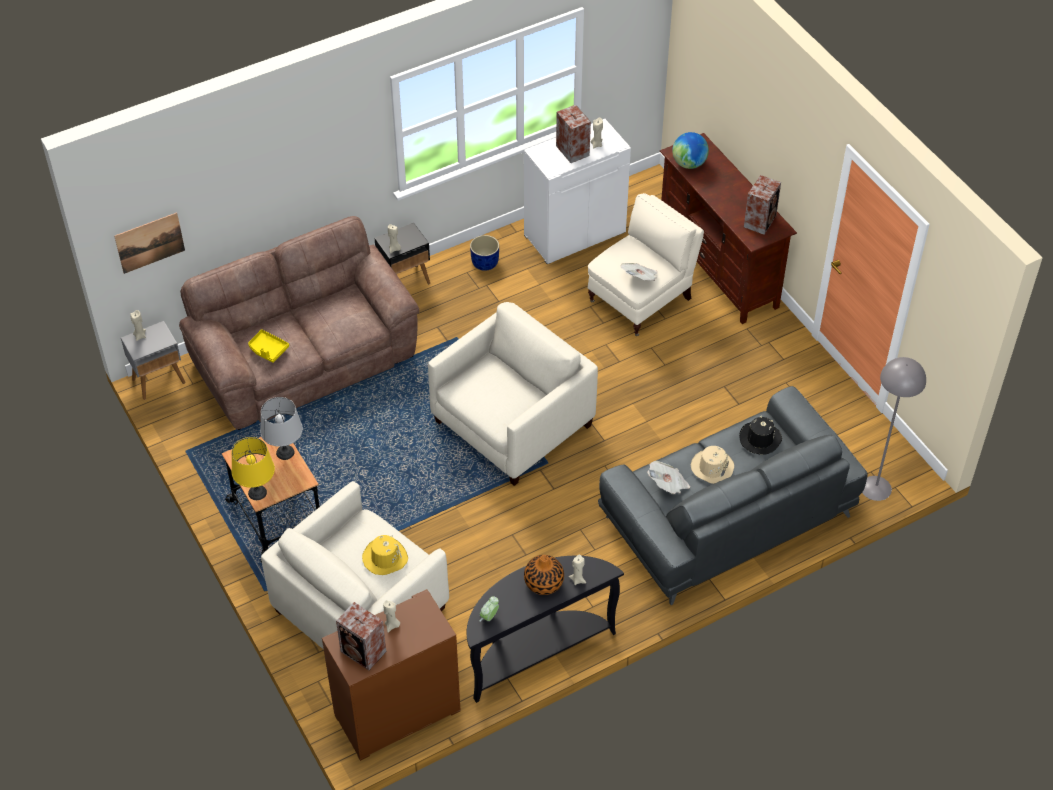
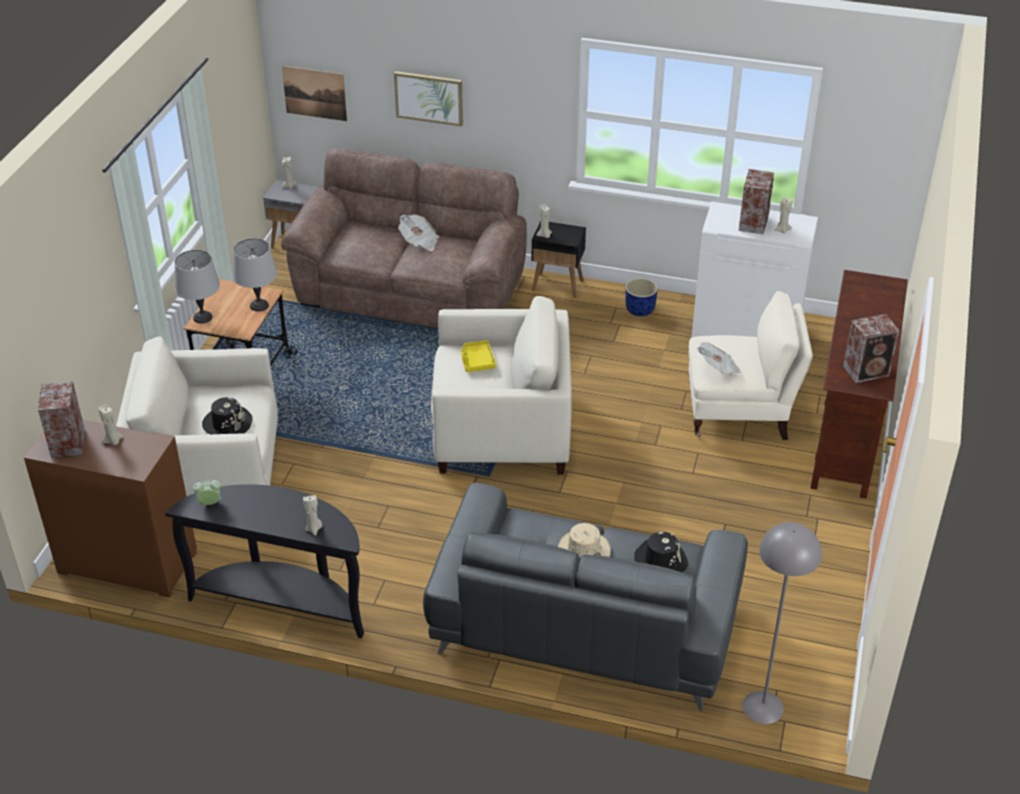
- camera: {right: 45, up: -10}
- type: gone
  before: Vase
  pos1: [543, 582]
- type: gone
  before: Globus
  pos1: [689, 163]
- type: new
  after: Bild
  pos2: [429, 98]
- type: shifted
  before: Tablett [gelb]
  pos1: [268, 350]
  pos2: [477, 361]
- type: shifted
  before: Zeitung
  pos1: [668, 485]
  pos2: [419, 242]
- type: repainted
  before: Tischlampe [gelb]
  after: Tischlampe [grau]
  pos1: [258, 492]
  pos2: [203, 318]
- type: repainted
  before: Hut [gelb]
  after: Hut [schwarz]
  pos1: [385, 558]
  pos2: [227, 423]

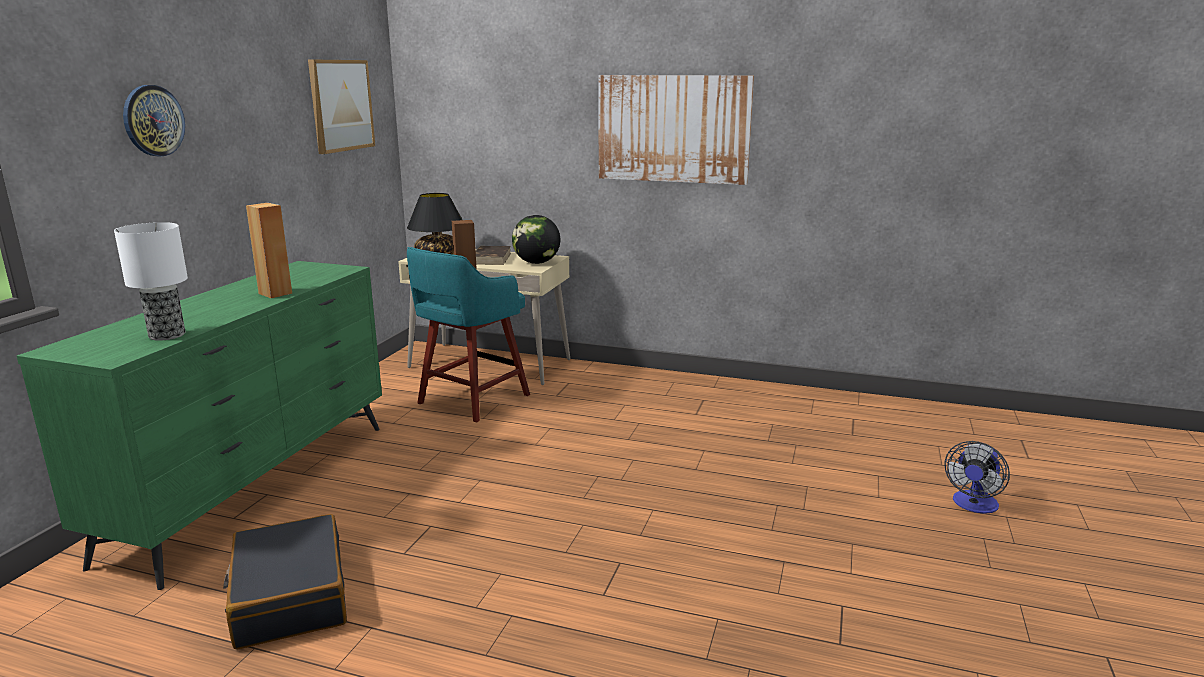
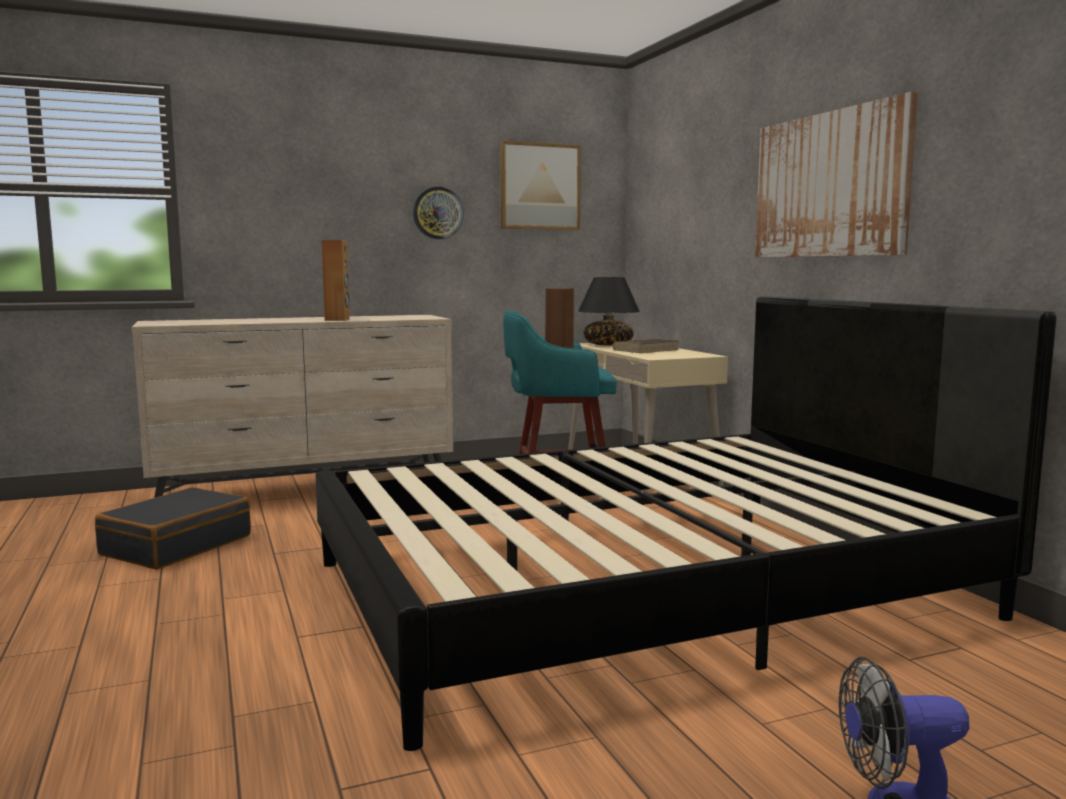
- camera: {right: 50, up: -10}
- type: gone
  before: Tischlampe
  pos1: [167, 335]
- type: gone
  before: Globus
  pos1: [536, 263]
- type: new
  after: Bett [schwarz]
  pos2: [643, 590]
- type: shifted
  before: Wanduhr
  pos1: [153, 120]
  pos2: [438, 213]
- type: repainted
  before: Kommode [grün]
  after: Kommode [beige]
  pos1: [257, 488]
  pos2: [306, 491]

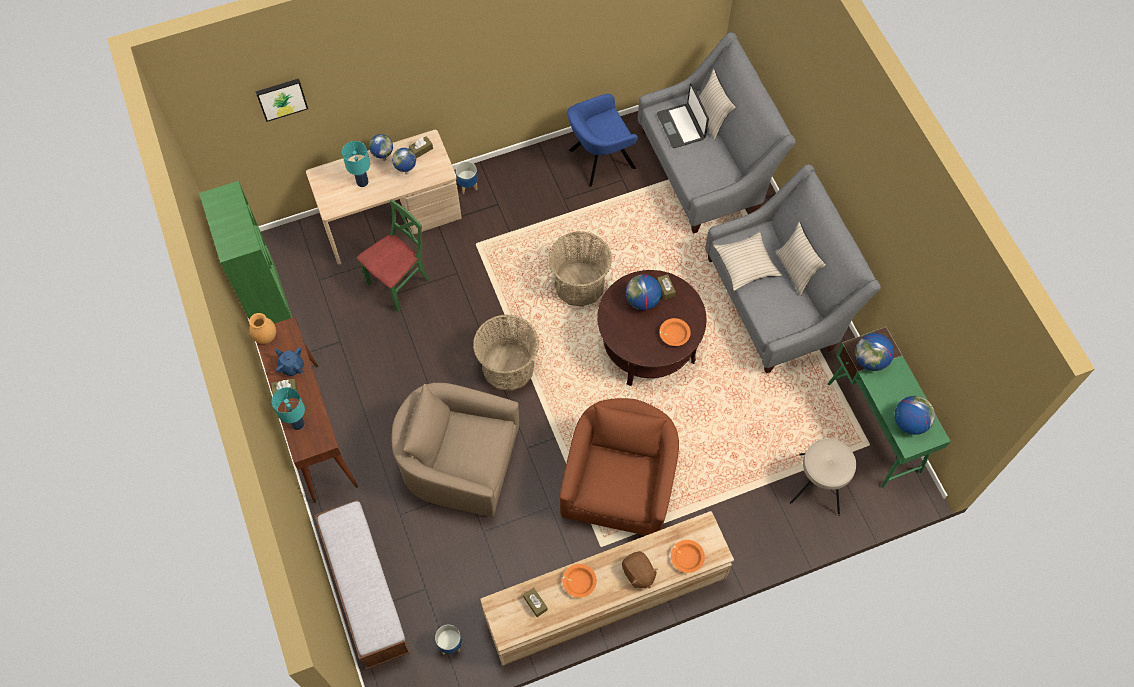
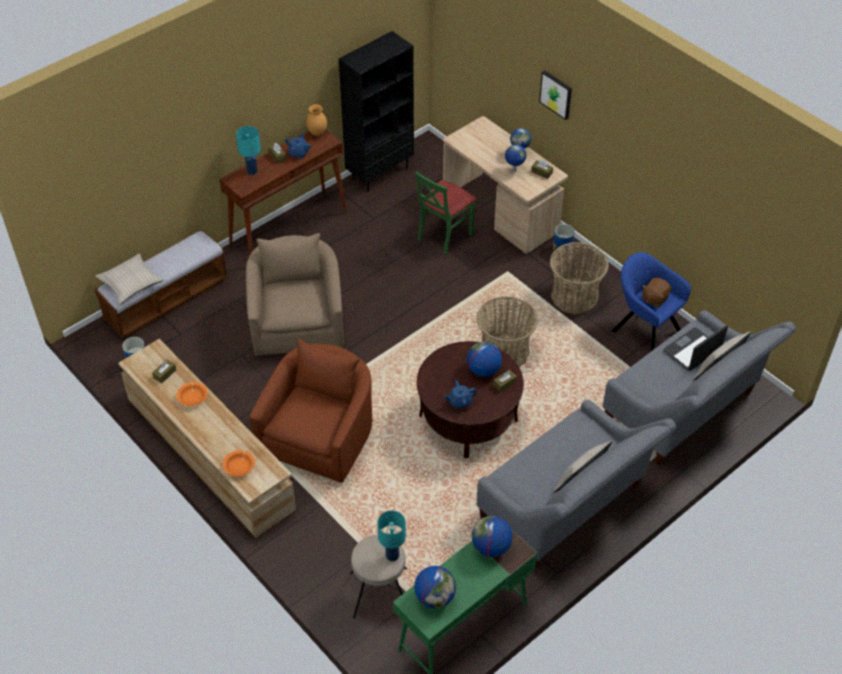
- camera: {right: 70, up: -15}
- type: shifted
  before: Bild
  pos1: [281, 98]
  pos2: [556, 94]
- type: shifted
  before: Tischlampe [türkis]
  pos1: [362, 182]
  pos2: [392, 555]
- type: shifted
  before: Korb
  pos1: [508, 367]
  pos2: [574, 296]
- type: shifted
  before: Plüschtier [braun]
  pos1: [638, 573]
  pos2: [654, 298]
- type: shifted
  before: Kissen [beige]
  pos1: [746, 264]
  pos2: [131, 283]
- type: swapped
  before: Schüssel [orange]
  after: Teekanne [blau]
  pos1: [674, 334]
  pos2: [460, 402]
- type: repainted
  before: Bücherregal [grün]
  after: Bücherregal [schwarz]
  pos1: [271, 312]
  pos2: [380, 173]
- type: rotated
  before: Stuhl [grün]
  pos1: [399, 283]
  pos2: [444, 236]
  turn: 105
- type: rotated
  before: Sessel [braun]
  pos1: [620, 483]
  pos2: [320, 435]
  turn: -60

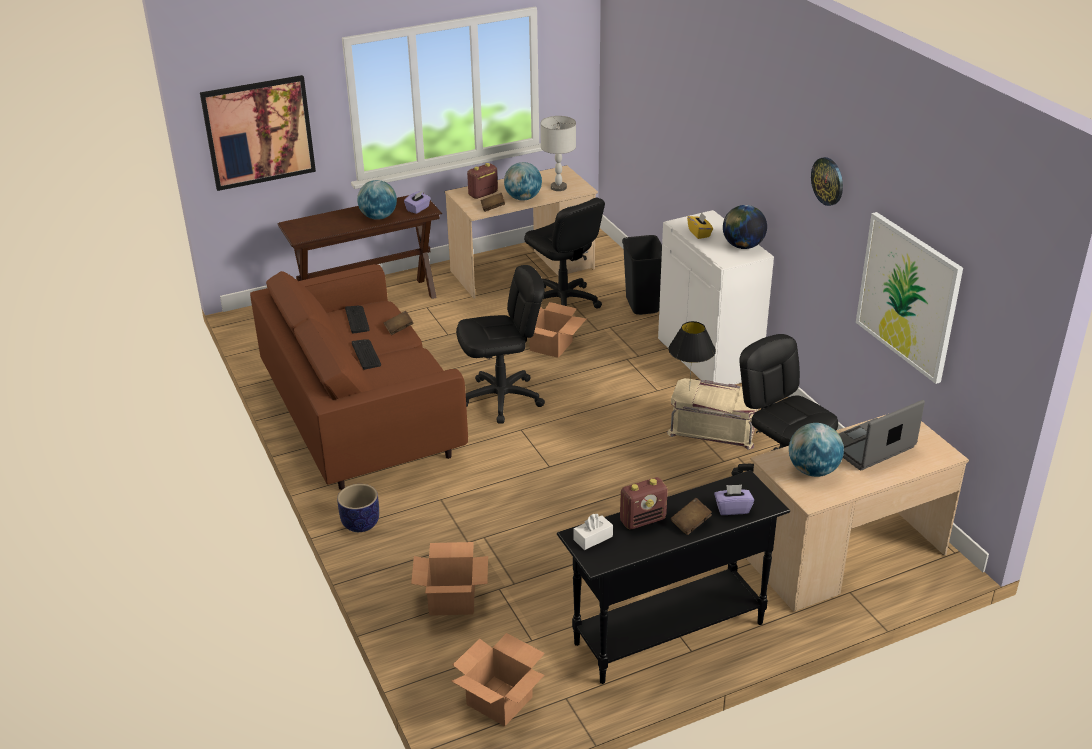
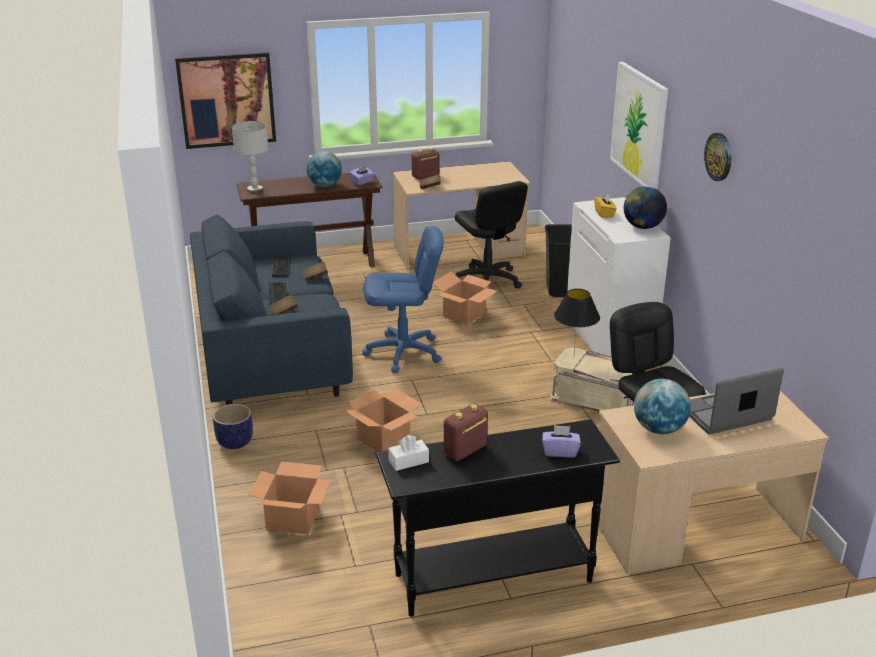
- camera: {right: 10, up: -5}
- type: gone
  before: Globus
  pos1: [523, 198]
- type: shifted
  before: Karton
  pos1: [498, 701]
  pos2: [382, 439]
- type: shifted
  before: Tischlampe [grau]
  pos1: [558, 187]
  pos2: [255, 190]
- type: shifted
  before: Buch [braun]
  pos1: [690, 523]
  pos2: [283, 312]
- type: shifted
  before: Bild
  pos1: [908, 296]
  pos2: [639, 126]
- type: repainted
  before: Sofa [braun]
  after: Sofa [blau]
  pos1: [363, 417]
  pos2: [272, 354]
- type: repainted
  before: Bürostuhl [schwarz]
  after: Bürostuhl [blau]
  pos1: [502, 399]
  pos2: [403, 352]
- type: rotated
  before: Radio
  pos1: [643, 520]
  pos2: [465, 451]
  turn: 150

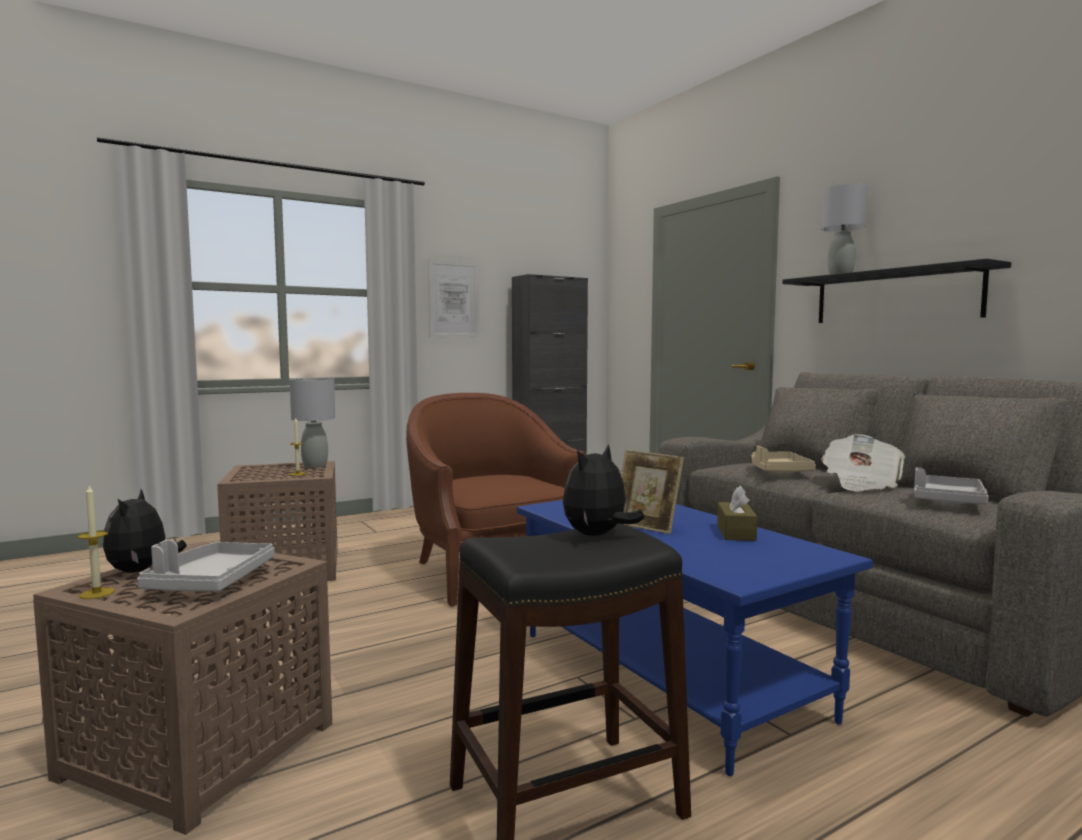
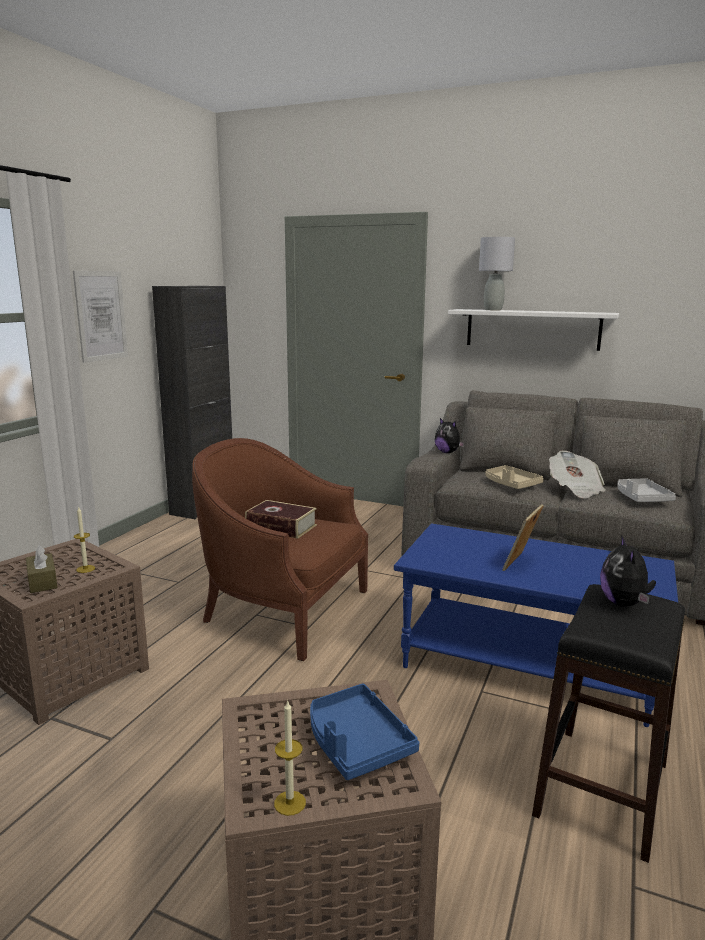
- camera: {right: -35, up: 10}
- type: gone
  before: Tischlampe [grau]
  pos1: [314, 466]
- type: new
  after: Buch
  pos2: [281, 527]
- type: shifted
  before: Plüschtier
  pos1: [141, 571]
  pos2: [447, 452]
- type: shifted
  before: Taschentuchbox [braun]
  pos1: [736, 532]
  pos2: [42, 581]
- type: repainted
  before: Tablett [grau]
  after: Tablett [blau]
  pos1: [210, 582]
  pos2: [356, 743]
- type: repainted
  before: Wandregal [schwarz]
  after: Wandregal [weiß]
  pos1: [895, 296]
  pos2: [532, 329]
- type: rotated
  before: Bilderrahmen
  pos1: [646, 526]
  pos2: [520, 564]
  turn: 120

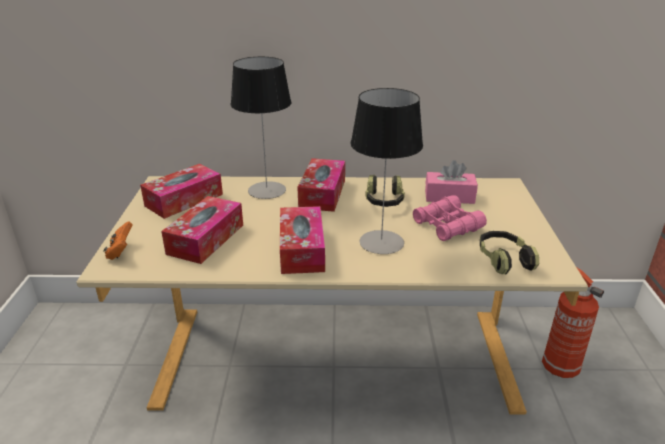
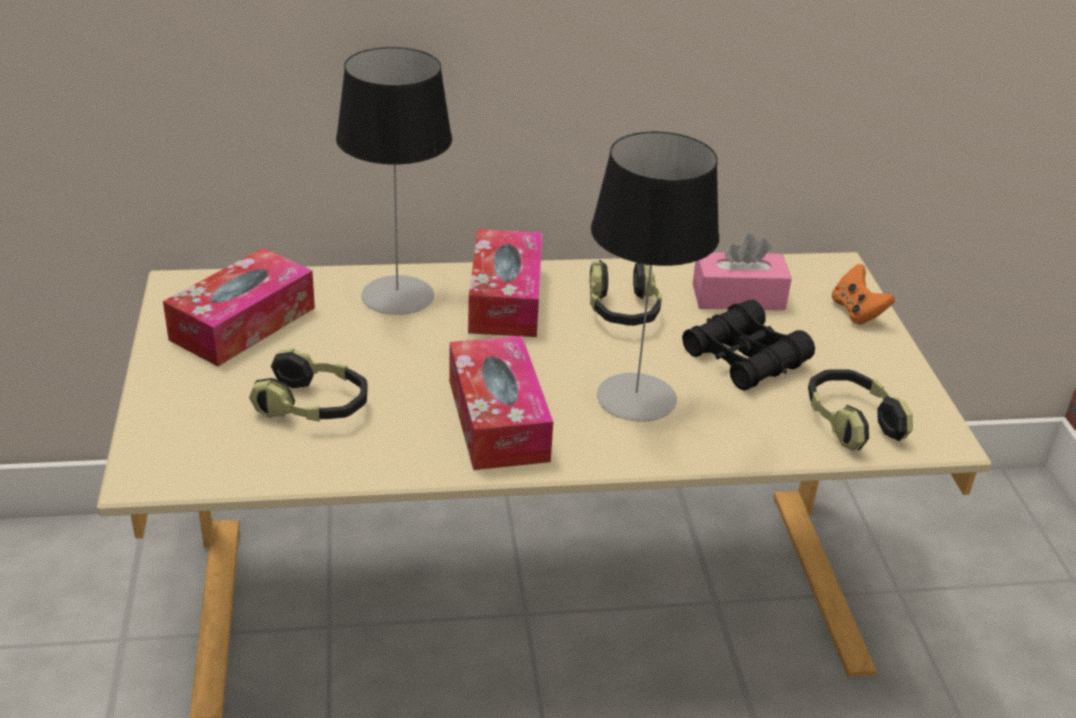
- camera: {right: -10, up: 5}
- type: gone
  before: Feuerlöscher
  pos1: [557, 366]
- type: shifted
  before: Gamepad [orange]
  pos1: [120, 251]
  pos2: [856, 312]
- type: swapped
  before: Taschentuchbox
  after: Kopfhörer
  pos1: [206, 239]
  pos2: [314, 406]
- type: repainted
  before: Fernglas [rosa]
  after: Fernglas [schwarz]
  pos1: [447, 226]
  pos2: [744, 358]

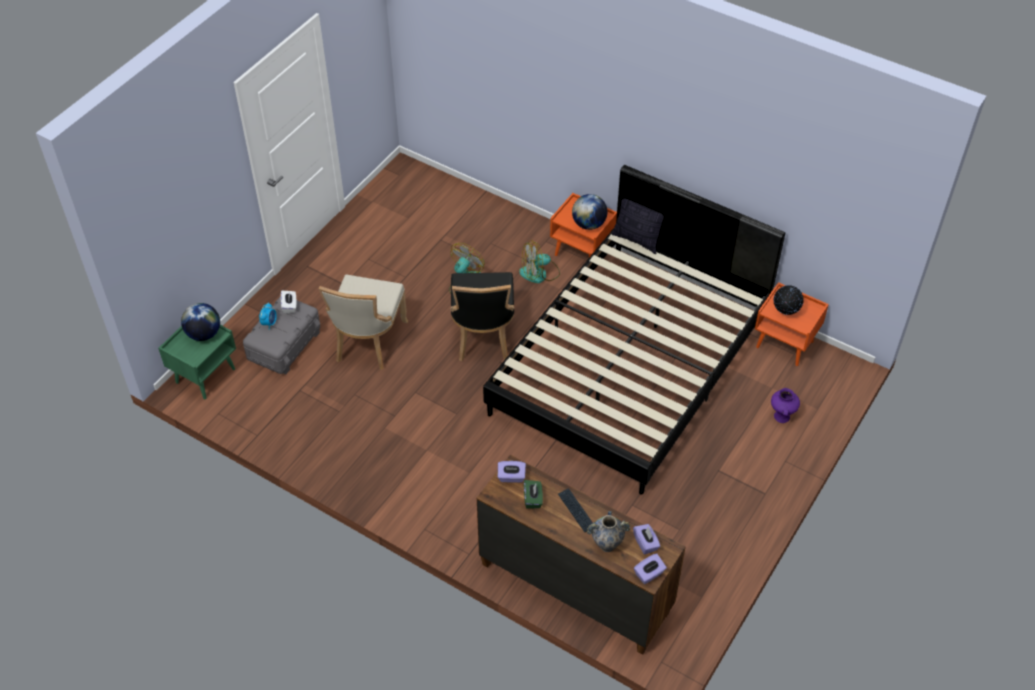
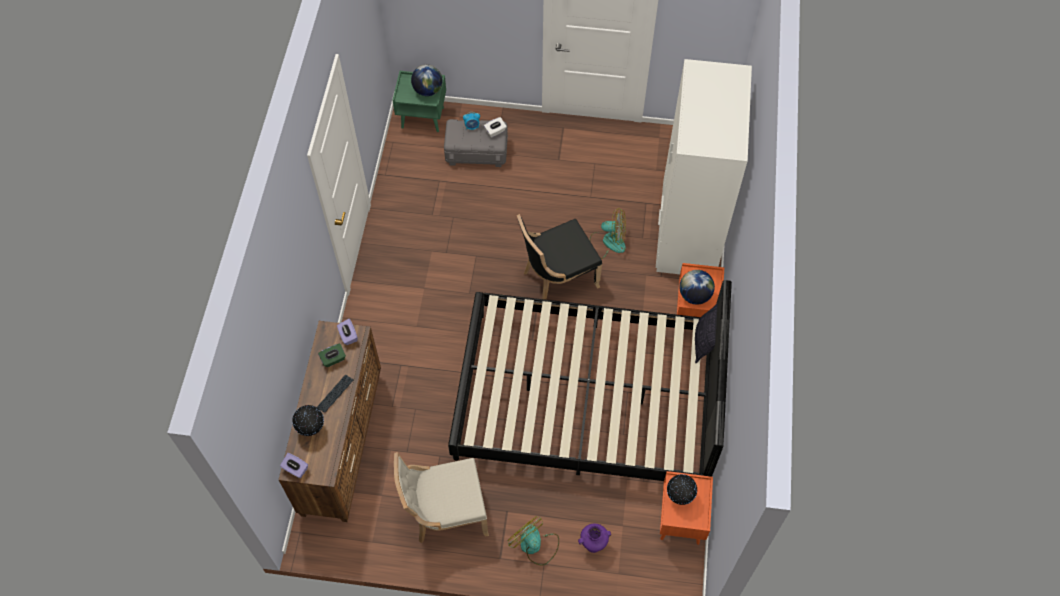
- camera: {right: 65, up: 10}
- type: gone
  before: Taschentuchbox [lila]
  pos1: [646, 543]
- type: new
  after: Kleiderschrank [weiß]
  pos2: [687, 231]
- type: shifted
  before: Stuhl [beige]
  pos1: [368, 343]
  pos2: [445, 513]
- type: shifted
  before: Ventilator
  pos1: [539, 273]
  pos2: [535, 545]
- type: swapped
  before: Vase
  after: Globus
  pos1: [607, 545]
  pos2: [311, 428]

